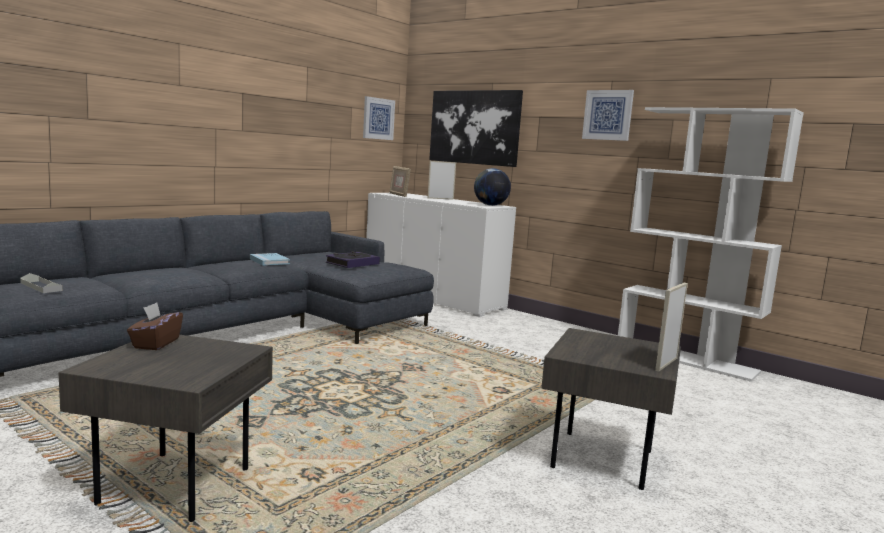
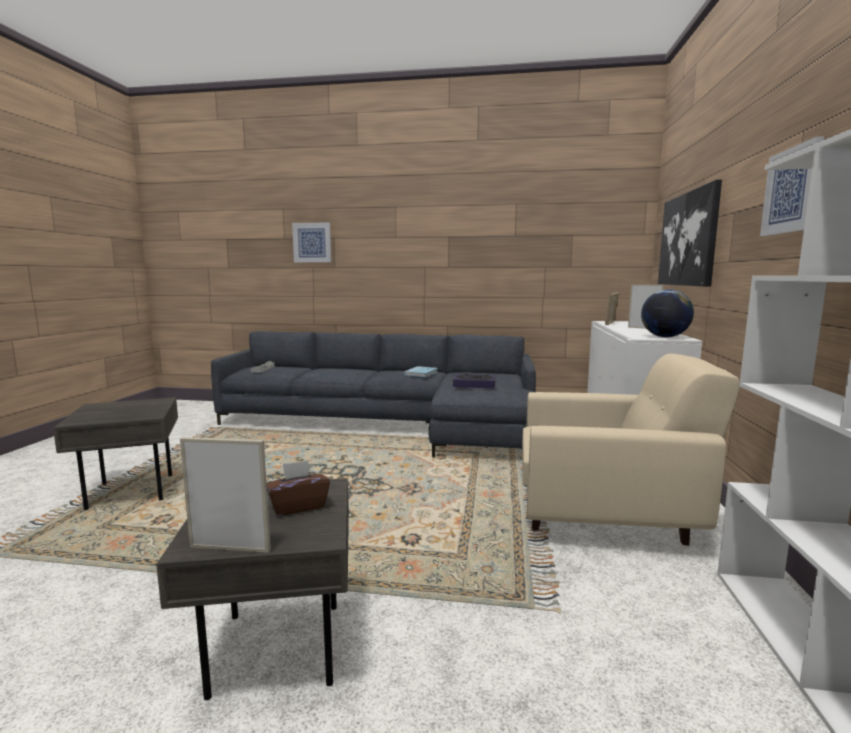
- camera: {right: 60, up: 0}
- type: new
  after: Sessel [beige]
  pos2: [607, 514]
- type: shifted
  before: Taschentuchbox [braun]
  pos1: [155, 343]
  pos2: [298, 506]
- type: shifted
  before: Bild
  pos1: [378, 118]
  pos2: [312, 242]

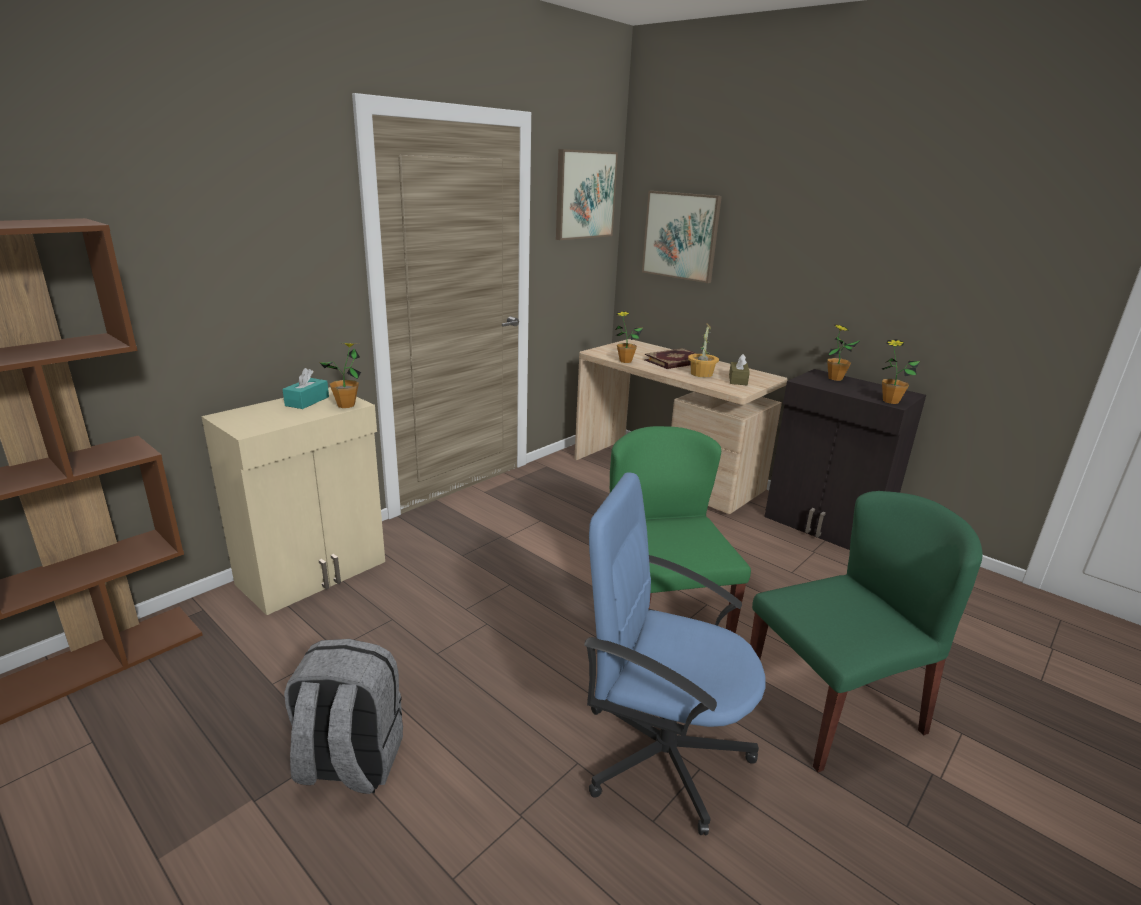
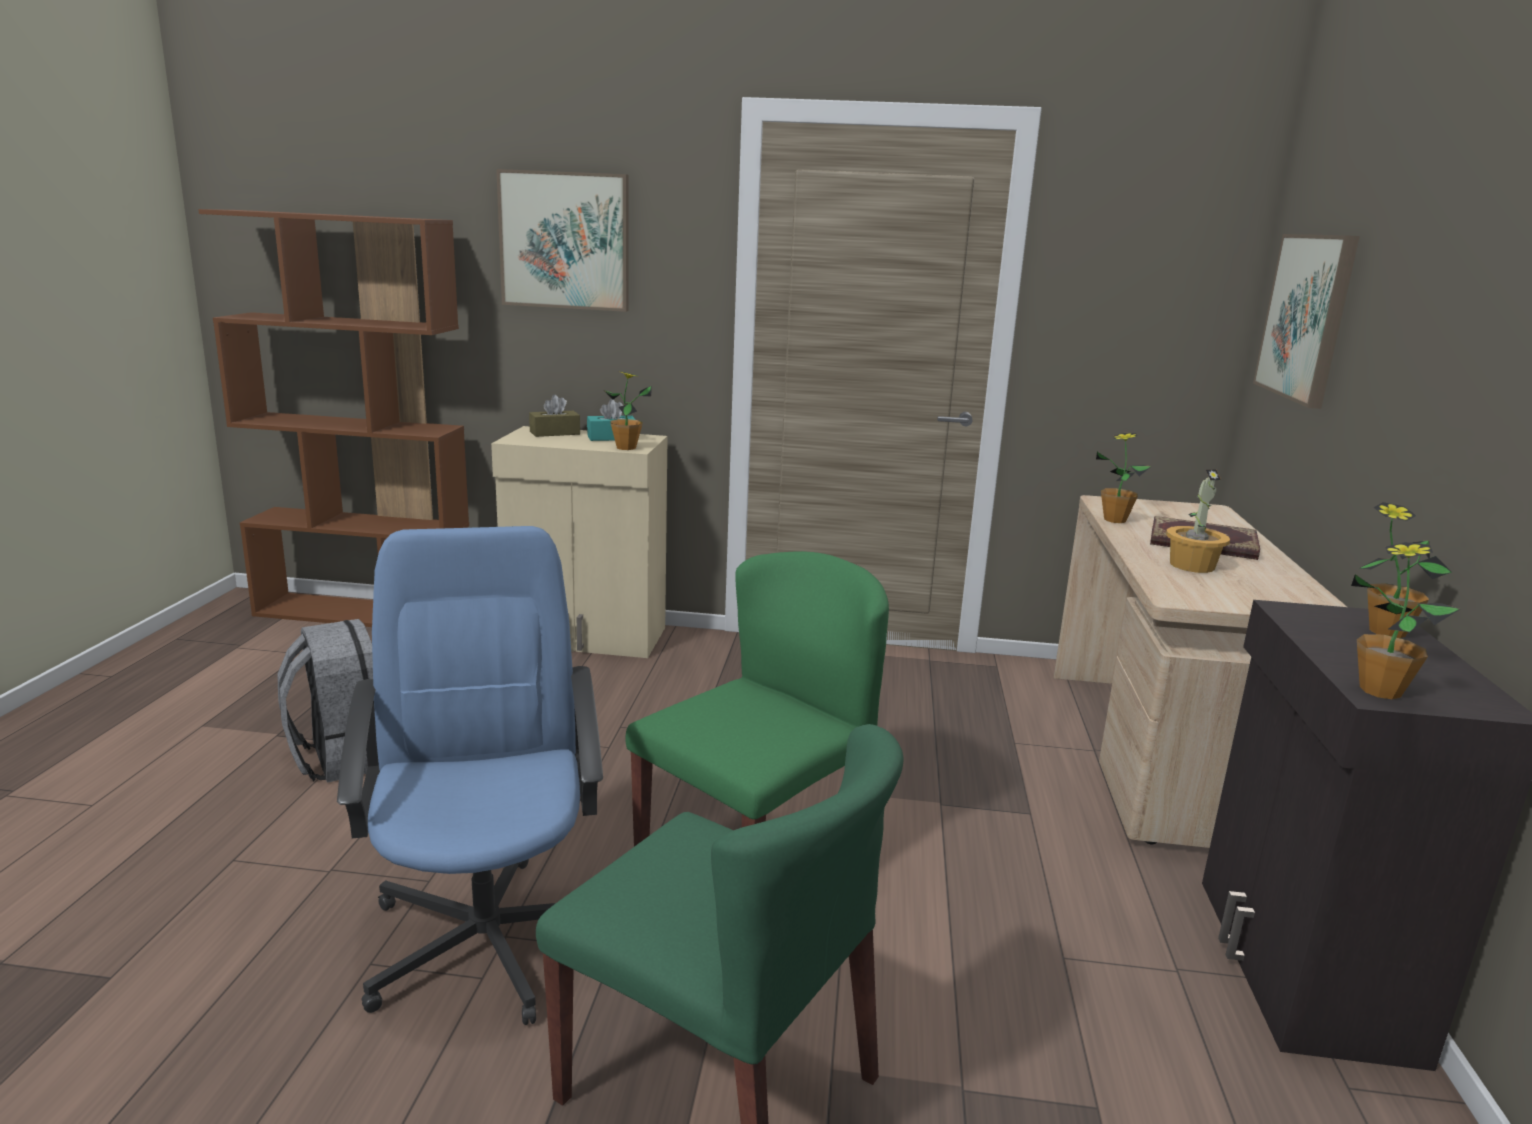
- camera: {right: 55, up: -5}
- type: shifted
  before: Bild
  pos1: [584, 195]
  pos2: [565, 241]
- type: shifted
  before: Taschentuchbox [braun]
  pos1: [738, 380]
  pos2: [554, 433]

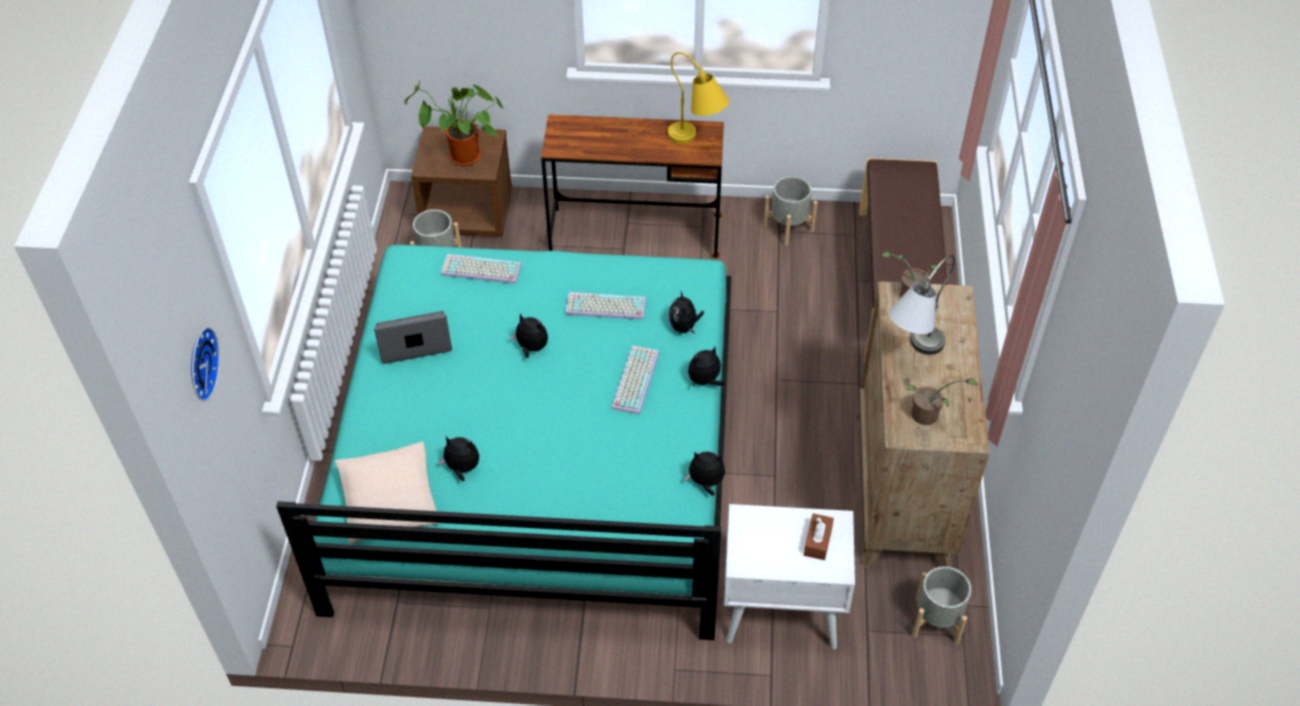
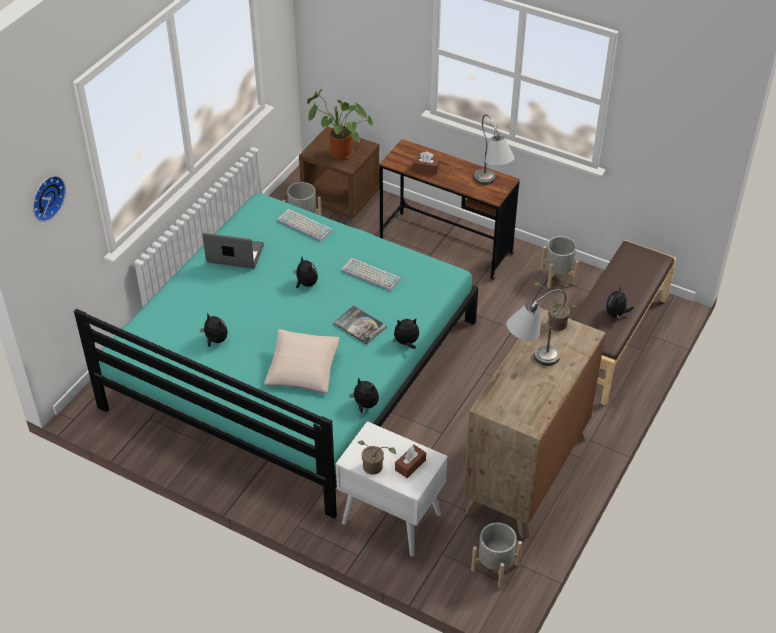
- camera: {right: 25, up: -5}
- type: new
  after: Taschentuchbox [braun]
  pos2: [426, 168]
- type: shifted
  before: Kissen [beige]
  pos1: [389, 502]
  pos2: [302, 369]
- type: shifted
  before: Plüschtier
  pos1: [684, 327]
  pos2: [616, 314]
- type: shifted
  before: Topfpflanze
  pos1: [928, 416]
  pos2: [374, 468]
- type: swapped
  before: Tastatur
  after: Buch
  pos1: [634, 379]
  pos2: [360, 325]
- type: repainted
  before: Tischlampe [gelb]
  after: Tischlampe [grau]
  pos1: [697, 142]
  pos2: [491, 186]

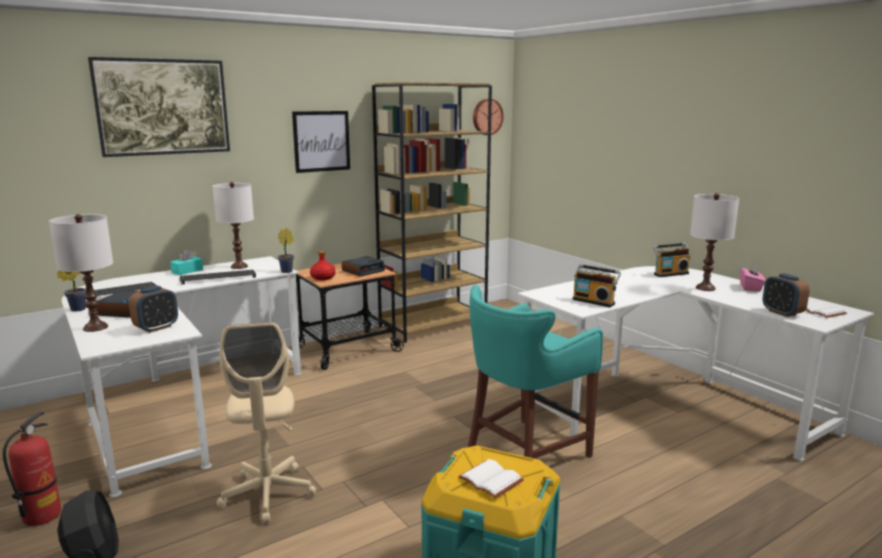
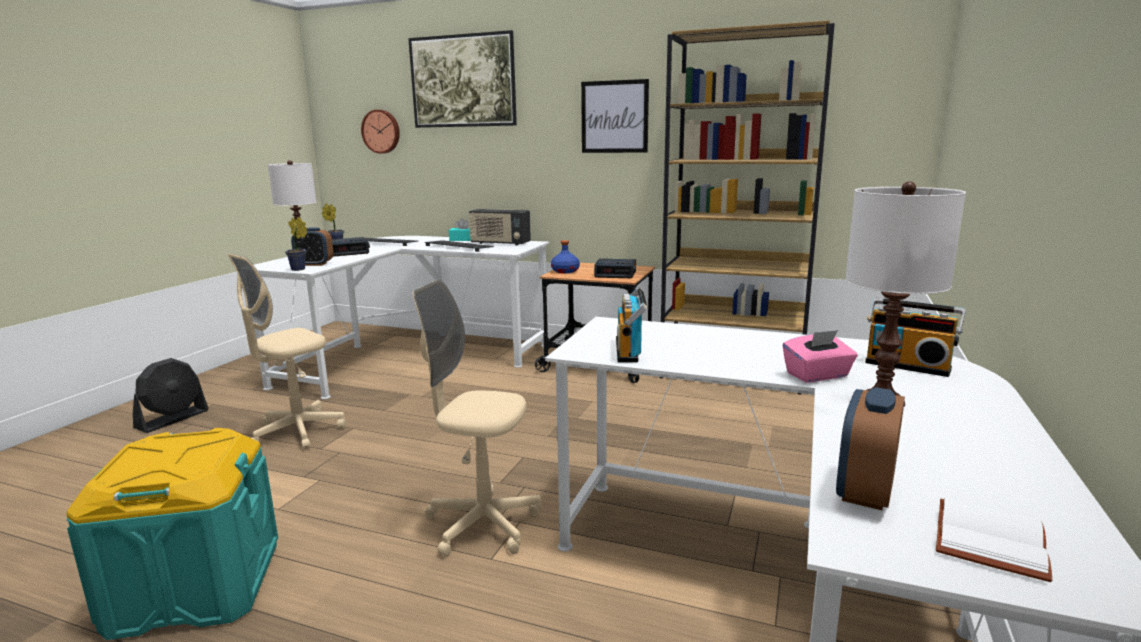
- camera: {right: 55, up: 0}
- type: gone
  before: Feuerlöscher
  pos1: [42, 516]
- type: gone
  before: Buch [weiß]
  pos1: [489, 480]
- type: shifted
  before: Topfpflanze
  pos1: [288, 271]
  pos2: [300, 269]
- type: shifted
  before: Wanduhr
  pos1: [487, 117]
  pos2: [381, 131]
- type: shifted
  before: Taschentuchbox [rosa]
  pos1: [750, 288]
  pos2: [817, 375]
- type: swapped
  before: Tischlampe [weiß]
  after: Radio
  pos1: [239, 266]
  pos2: [500, 243]
- type: swapped
  before: Hocker [türkis]
  after: Bürostuhl [beige]
  pos1: [524, 453]
  pos2: [482, 525]
- type: repainted
  before: Flasche [rot]
  after: Flasche [blau]
  pos1: [323, 277]
  pos2: [565, 271]

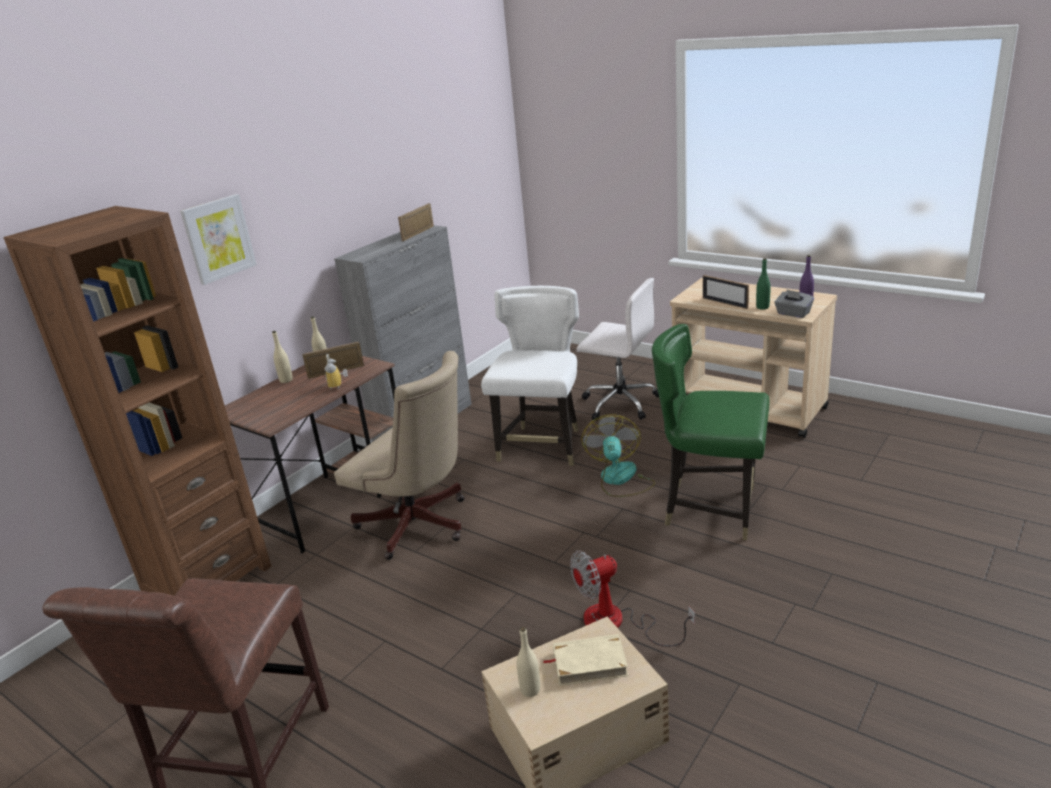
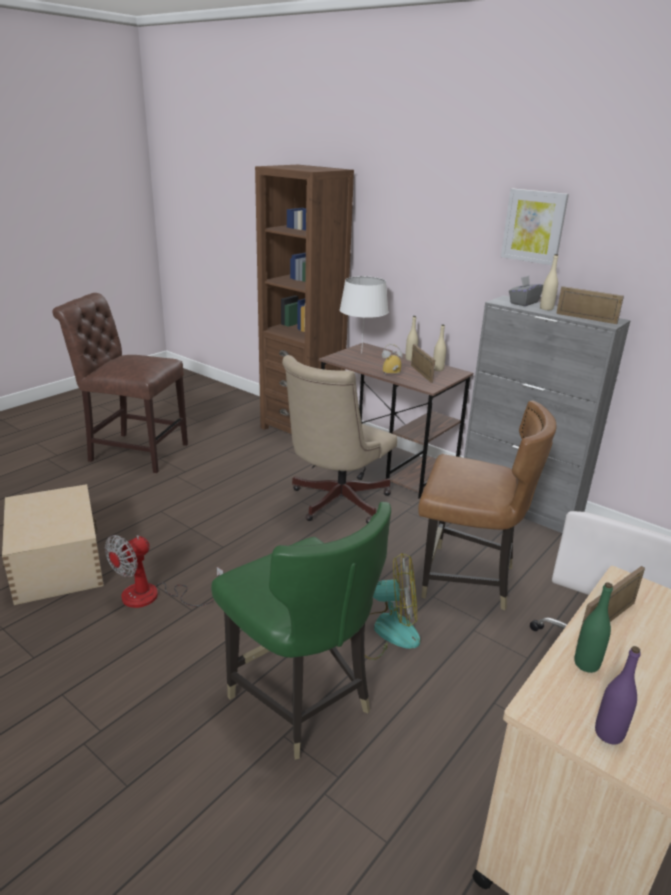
- camera: {right: 90, up: 0}
- type: gone
  before: Buch [beige]
  pos1: [589, 663]
- type: new
  after: Tischlampe [weiß]
  pos2: [361, 353]
- type: shifted
  before: Bild
  pos1: [218, 238]
  pos2: [534, 226]
- type: shifted
  before: Flasche [beige]
  pos1: [530, 690]
  pos2: [546, 308]
- type: shifted
  before: Taschentuchbox [grau]
  pos1: [793, 313]
  pos2: [523, 303]
- type: repainted
  before: Stuhl [weiß]
  after: Stuhl [braun]
  pos1: [542, 446]
  pos2: [467, 579]
- type: rotated
  before: Ventilator
  pos1: [617, 623]
  pos2: [153, 596]
  turn: -120
- type: rotated
  before: Stuhl [grün]
  pos1: [711, 509]
  pos2: [301, 700]
  turn: 120

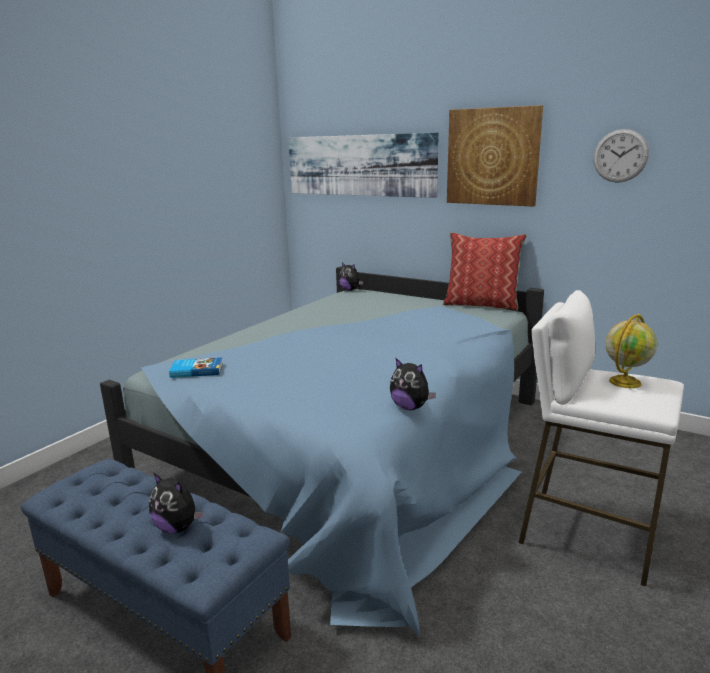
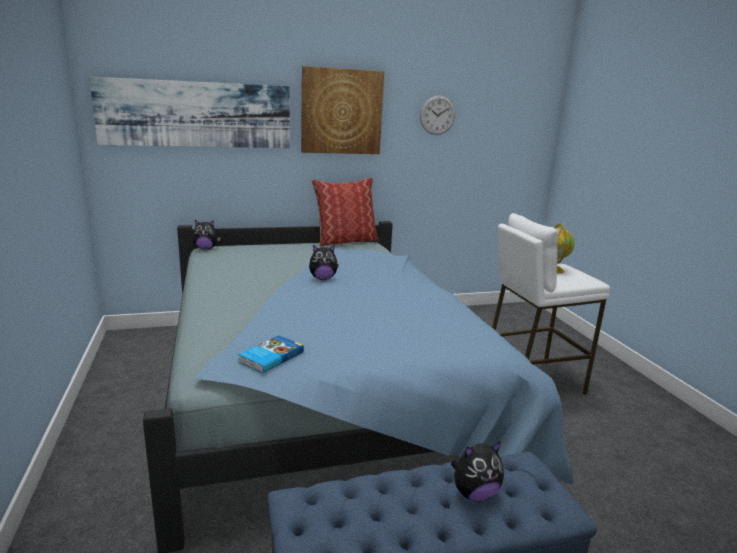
- camera: {right: -50, up: 0}
- type: shifted
  before: Plüschtier
  pos1: [410, 407]
  pos2: [323, 278]

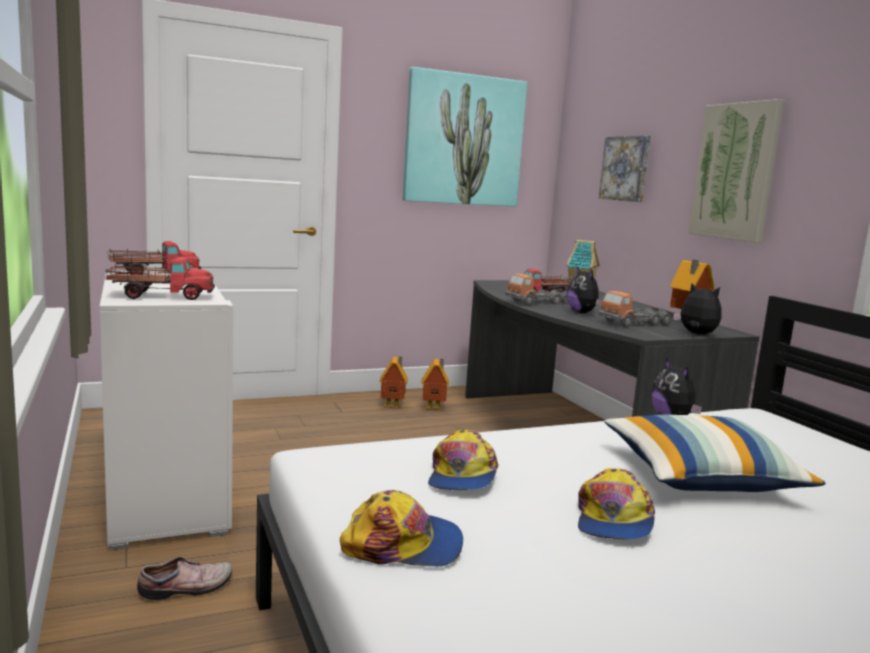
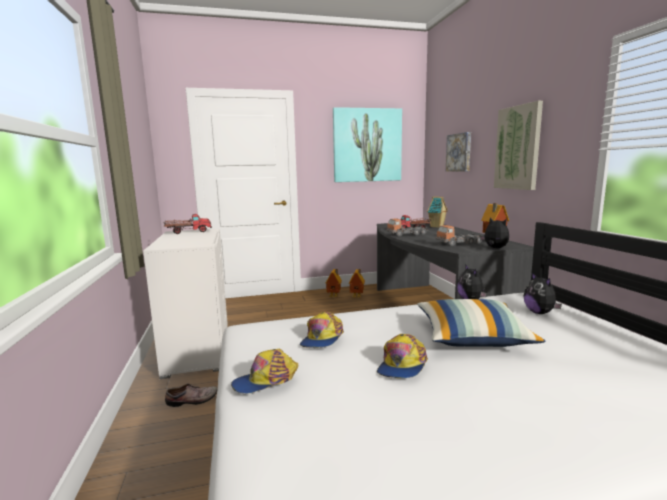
- camera: {right: 10, up: 0}
- type: gone
  before: Spielzeuglaster
  pos1: [160, 296]
- type: shifted
  before: Plüschtier
  pos1: [582, 313]
  pos2: [539, 313]
- type: rotated
  before: Kappe
  pos1: [403, 544]
  pos2: [266, 381]
  turn: 135

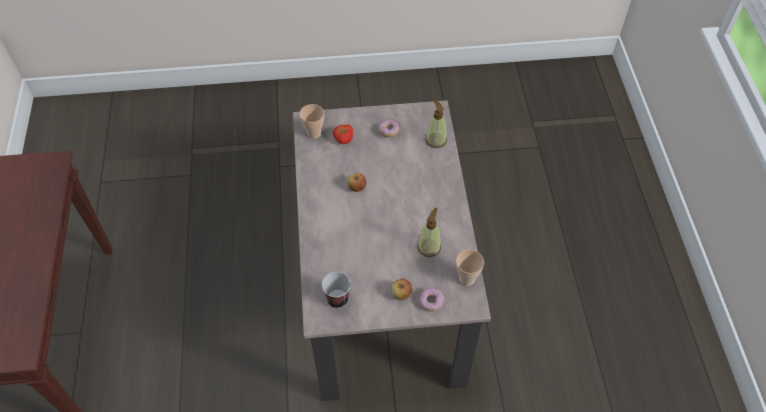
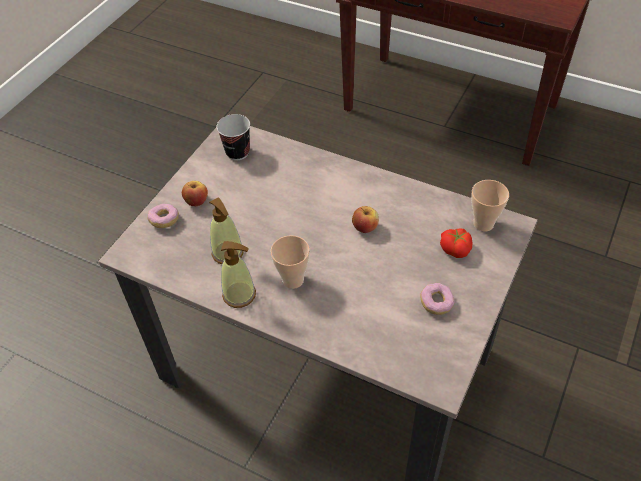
- camera: {right: 125, up: -5}
- type: shifted
  before: Seifenspender
  pos1: [436, 140]
  pos2: [239, 294]
- type: shifted
  before: Tasse
  pos1: [466, 279]
  pos2: [293, 280]

